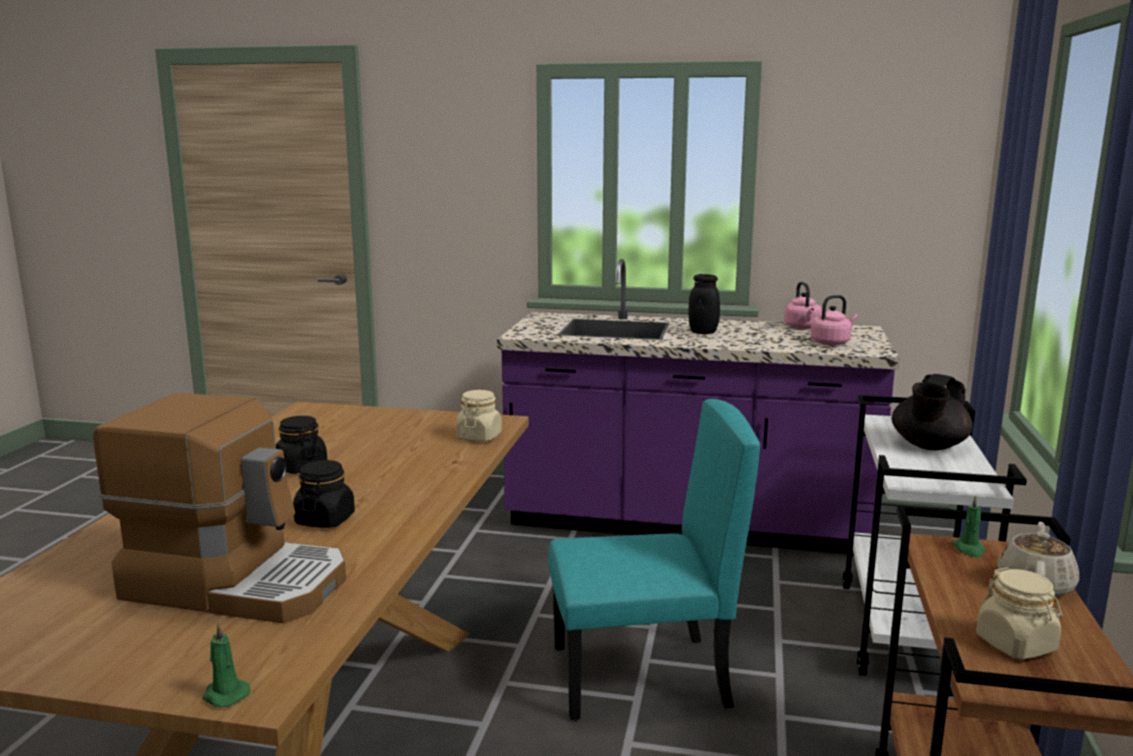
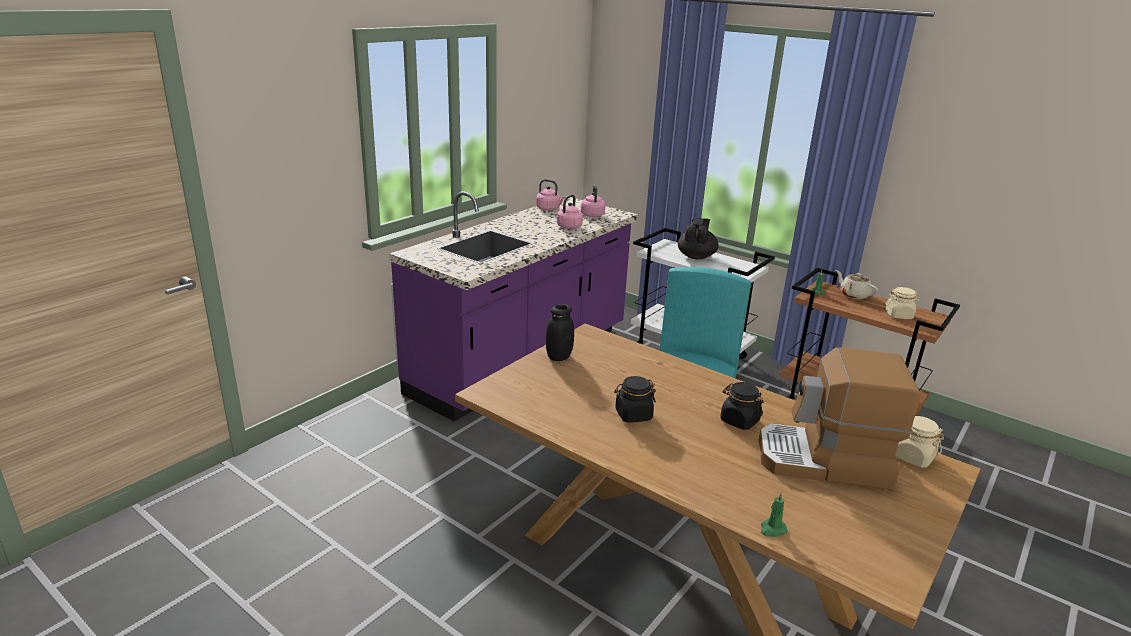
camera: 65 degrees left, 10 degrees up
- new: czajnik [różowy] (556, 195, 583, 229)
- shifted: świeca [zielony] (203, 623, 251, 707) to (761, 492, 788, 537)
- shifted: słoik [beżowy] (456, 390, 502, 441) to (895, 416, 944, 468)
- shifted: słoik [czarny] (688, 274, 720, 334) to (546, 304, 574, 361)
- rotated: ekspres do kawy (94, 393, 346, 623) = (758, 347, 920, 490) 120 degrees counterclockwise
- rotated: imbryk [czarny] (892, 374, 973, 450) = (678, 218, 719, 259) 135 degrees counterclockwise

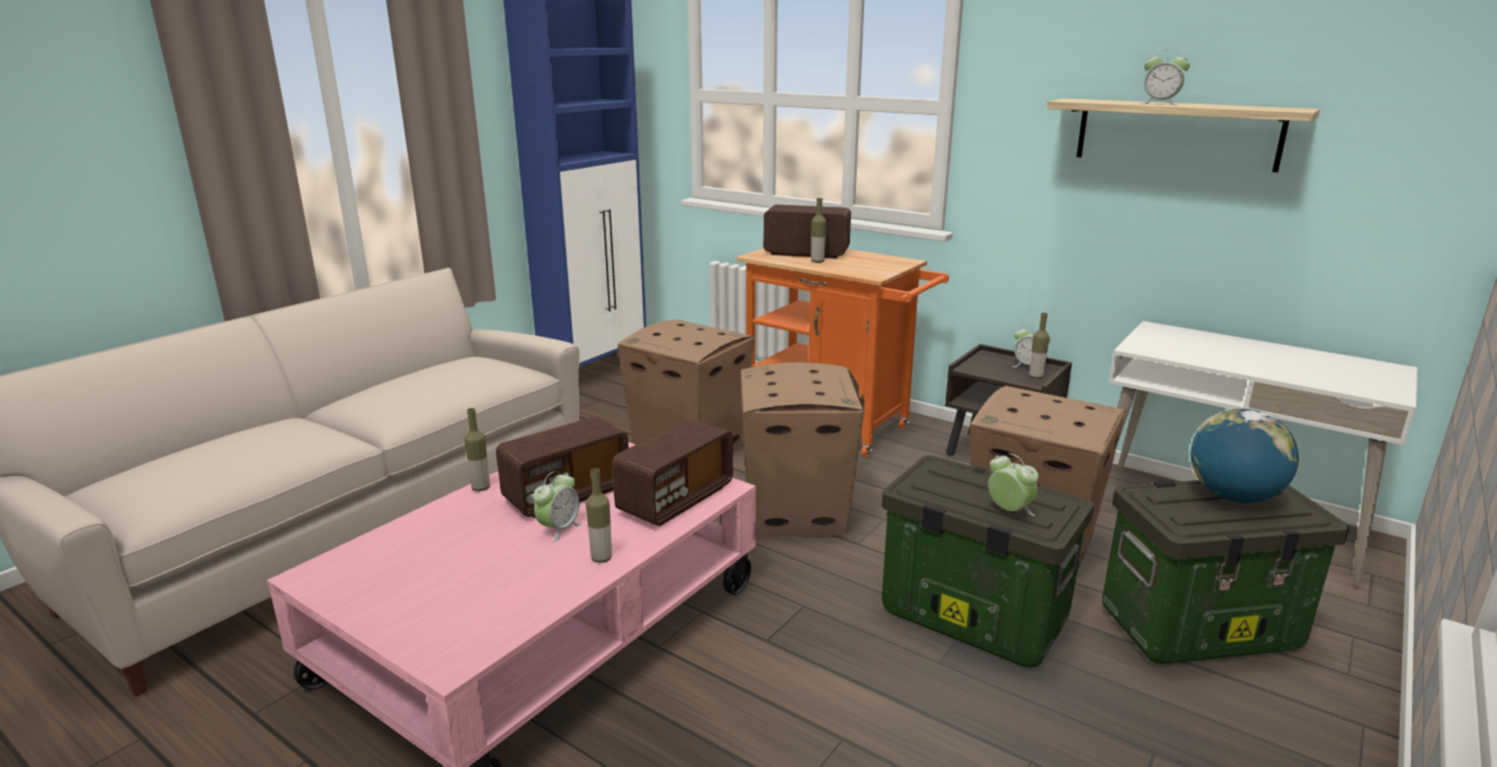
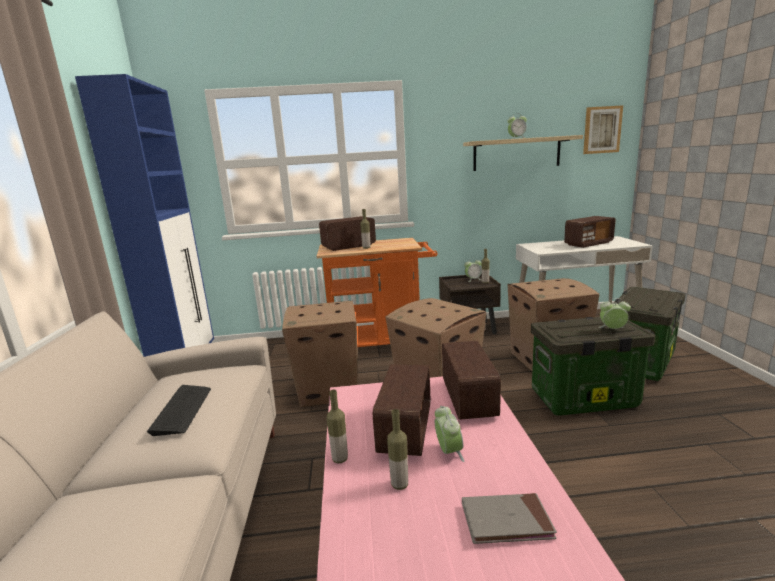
camera: 40 degrees left, 5 degrees down
- gone: globus (1190, 409, 1299, 503)
- new: klawiatura (147, 385, 211, 436)
- new: książka [szary] (462, 493, 557, 544)
- new: radio (564, 216, 615, 248)
- new: obraz (583, 105, 623, 154)
- shifted: butelka (586, 468, 612, 563) to (387, 409, 408, 490)

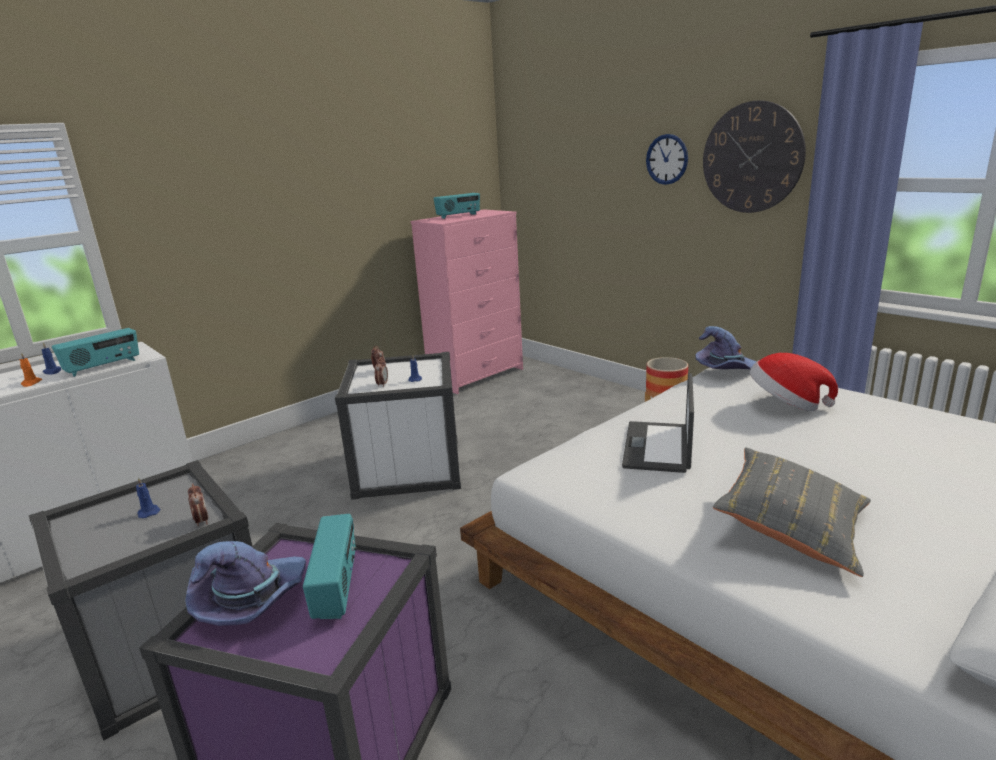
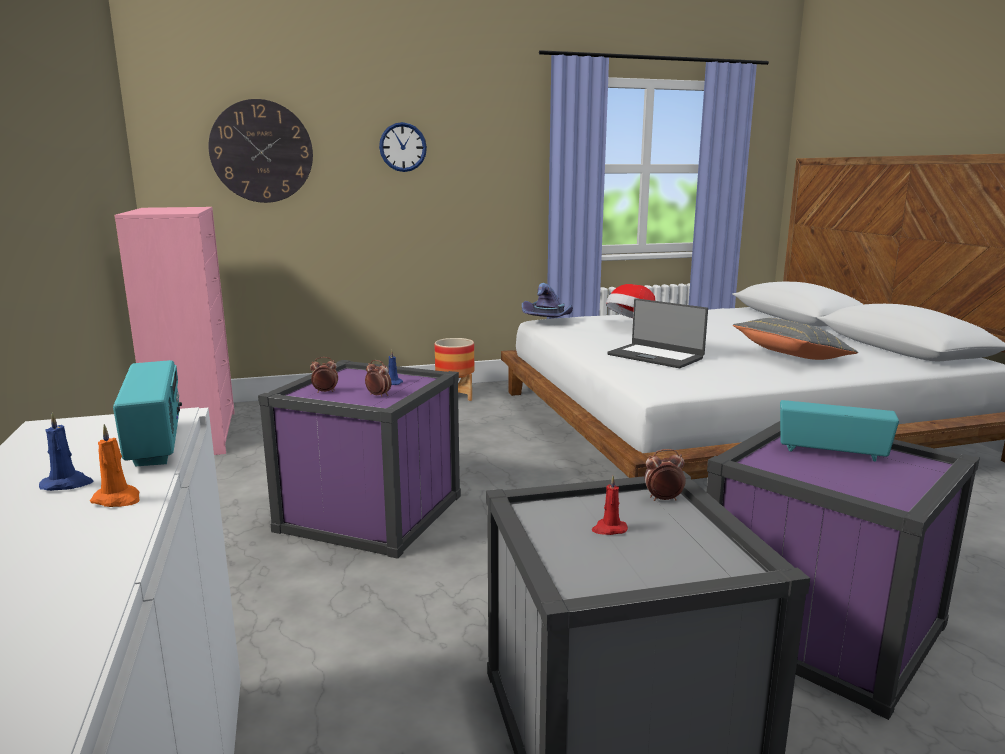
camera: 65 degrees left, 5 degrees down
- gone: kapelusz [fioletowy] (185, 541, 306, 626)
- gone: radio (433, 193, 480, 219)
- shifted: zegar ścienny (703, 100, 806, 213) to (208, 99, 313, 203)
- repainted: świeca [niebieski] (136, 478, 161, 518) to świeca [czerwony] (592, 476, 628, 535)
- repainted: pojemnik do przechowywania [biały] (335, 352, 461, 500) to pojemnik do przechowywania [fioletowy] (258, 360, 461, 559)

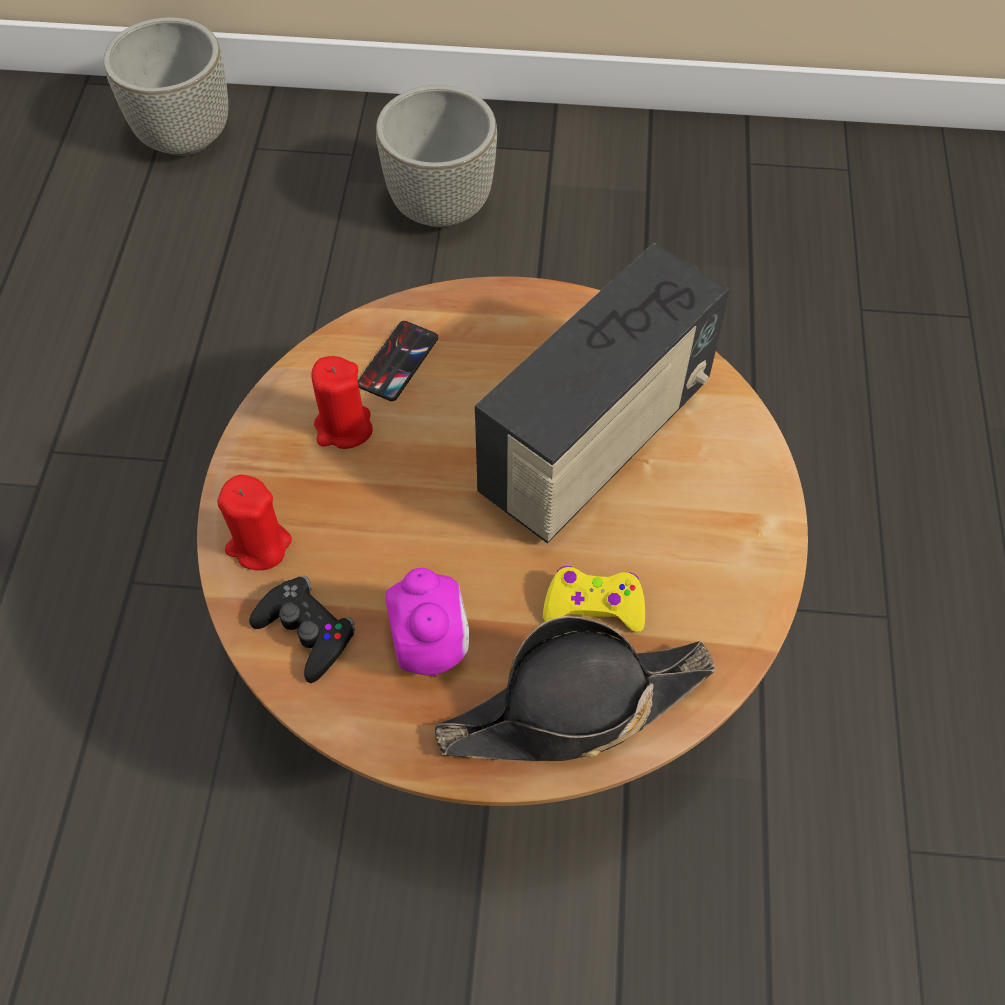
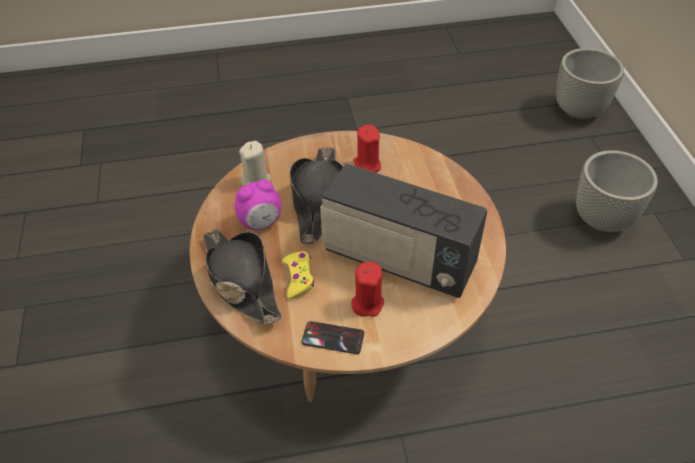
camera: 75 degrees right, 10 degrees down
- new: kapelusz [czarny] (289, 147, 344, 244)
- shifted: świeca [czerwony] (217, 475, 292, 570) to (351, 262, 384, 317)
- shifted: telefon (358, 321, 438, 401) to (302, 321, 364, 354)
- swapped: pad do gier [czarny] (249, 575, 355, 683) to świeca [beżowy] (239, 141, 271, 186)

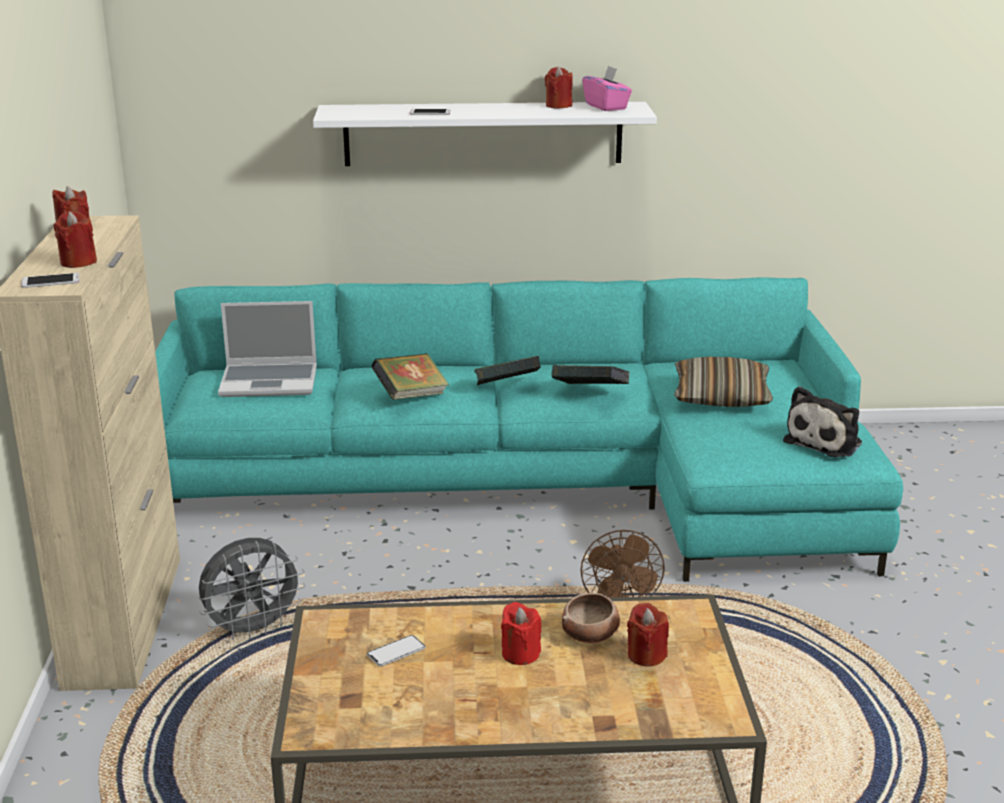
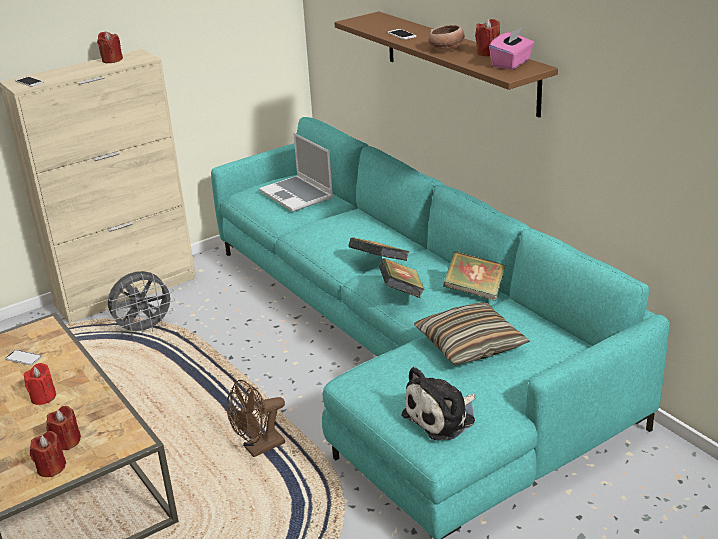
camera: 60 degrees right, 5 degrees up
- shifted: świeca [czerwony] (53, 211, 97, 268) to (30, 431, 66, 477)
- shifted: książka (371, 353, 449, 400) to (443, 251, 506, 301)
- shifted: miska (562, 593, 620, 643) to (429, 25, 465, 51)
- repainted: półka [biały] (313, 102, 657, 166) to półka [brązowy] (334, 12, 558, 118)
- rotated: wentylator [szary] (198, 538, 305, 640) = (107, 271, 175, 336) 60 degrees counterclockwise
- rotated: pluszak (783, 386, 862, 458) = (402, 367, 476, 440) 45 degrees counterclockwise

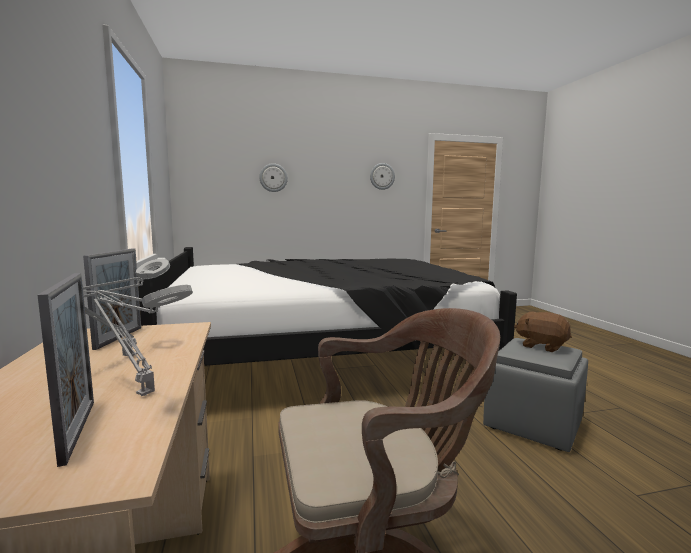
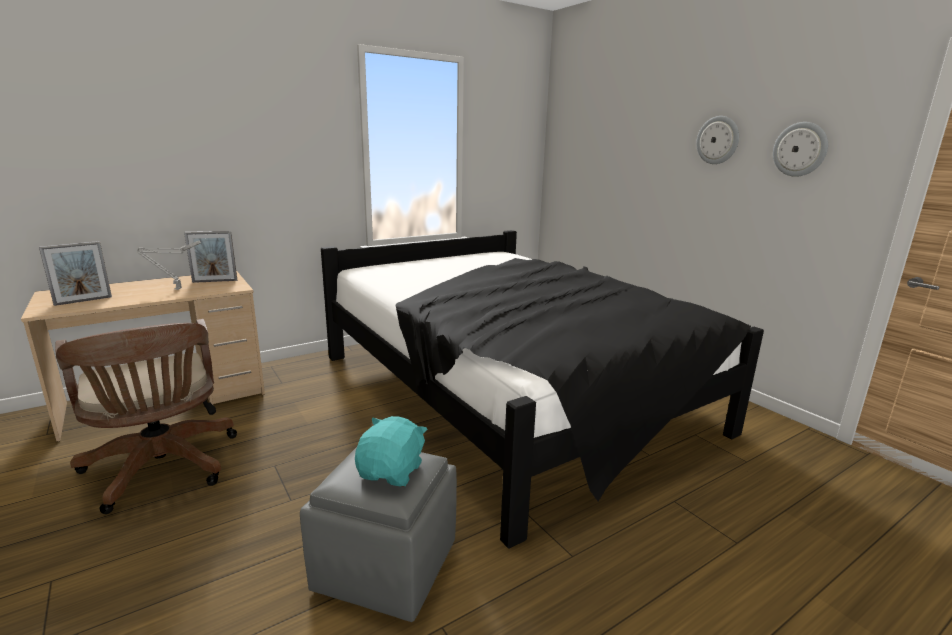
camera: 70 degrees right, 10 degrees up
- gone: lampa stołowa [szary] (93, 285, 193, 396)
- shifted: zegar ścienny (259, 163, 288, 192) to (696, 116, 739, 164)
- repainted: pluszak [brązowy] (514, 312, 572, 352) to pluszak [turkusowy] (355, 416, 427, 487)

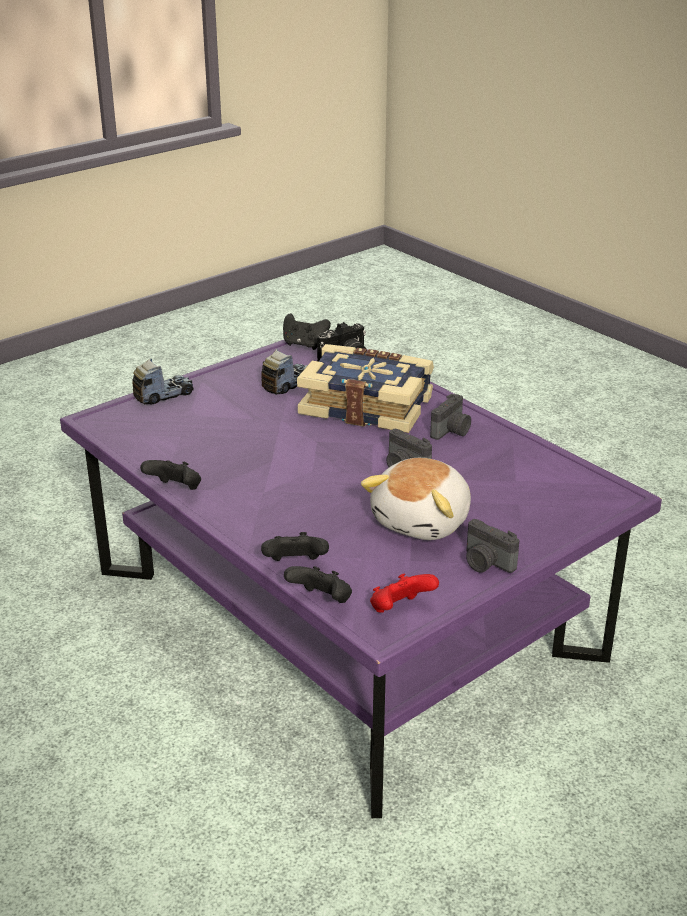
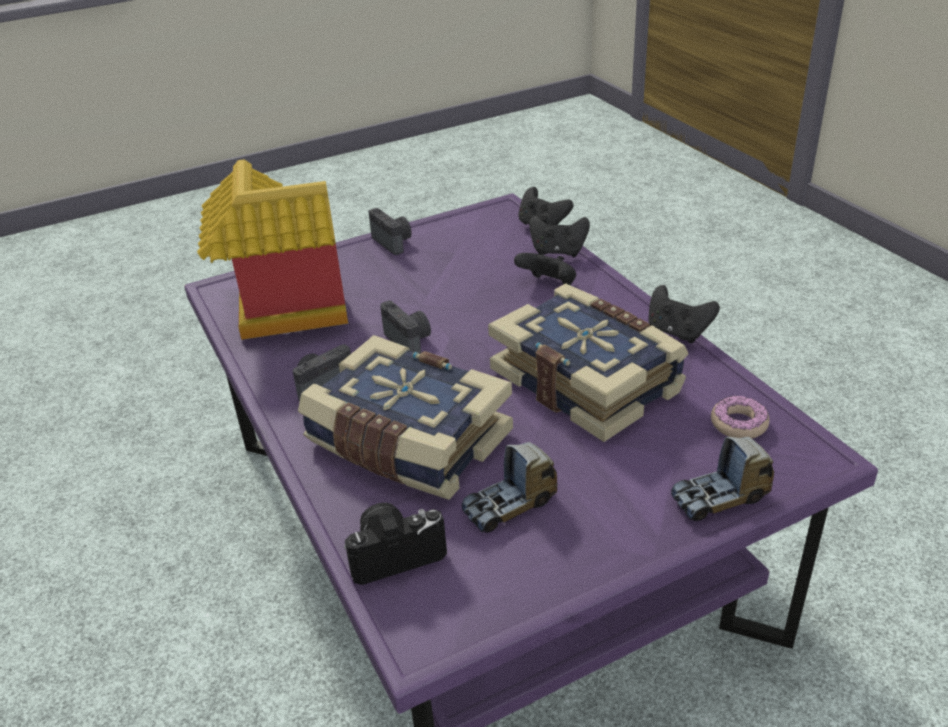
camera: 165 degrees left, 5 degrees up
- gone: pluszak (361, 458, 471, 540)
- gone: pad do gier [czerwony] (370, 574, 439, 613)
- new: domek (197, 159, 348, 340)
- new: książka (488, 283, 689, 442)
- new: donut (711, 395, 769, 439)
- shifted: pad do gier [czarny] (283, 313, 331, 350) to (514, 253, 576, 285)

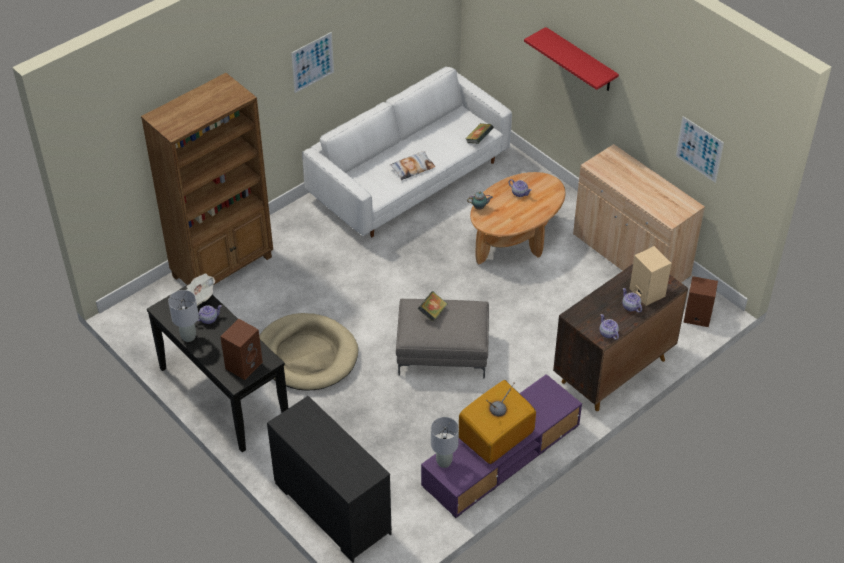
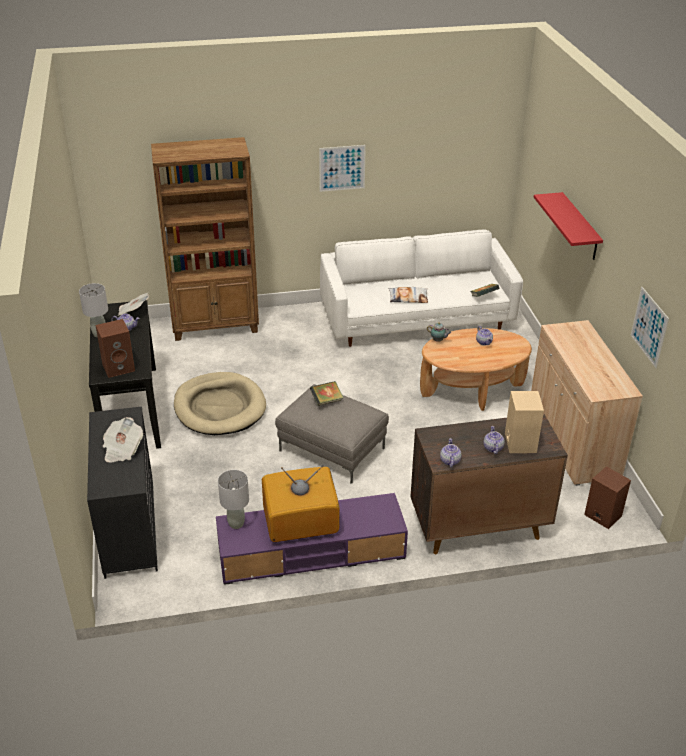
camera: 30 degrees right, 10 degrees down
- new: gazeta (103, 417, 143, 462)

